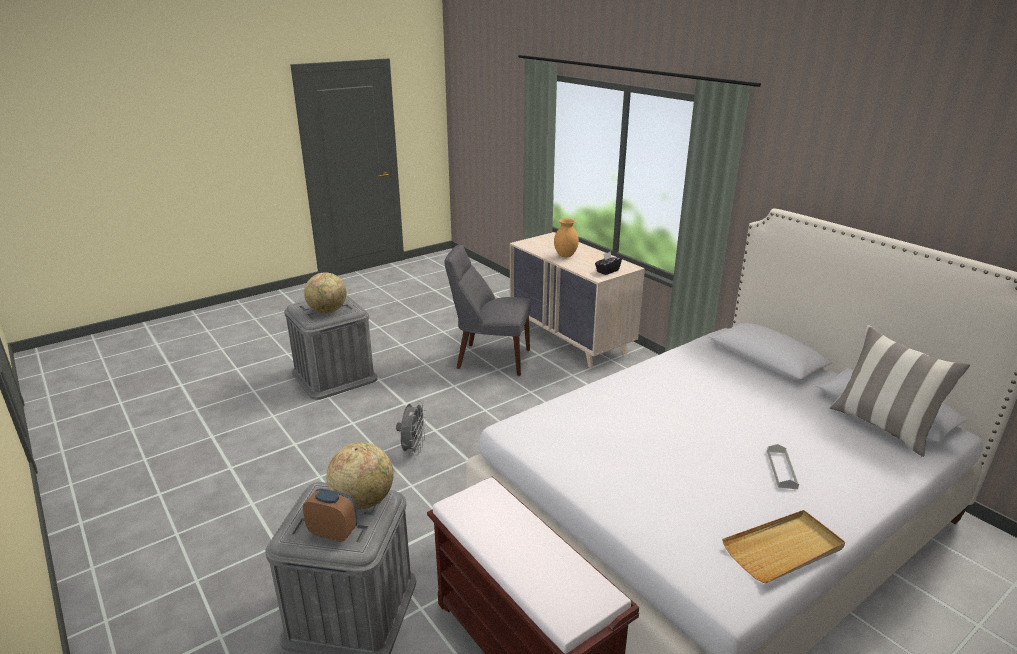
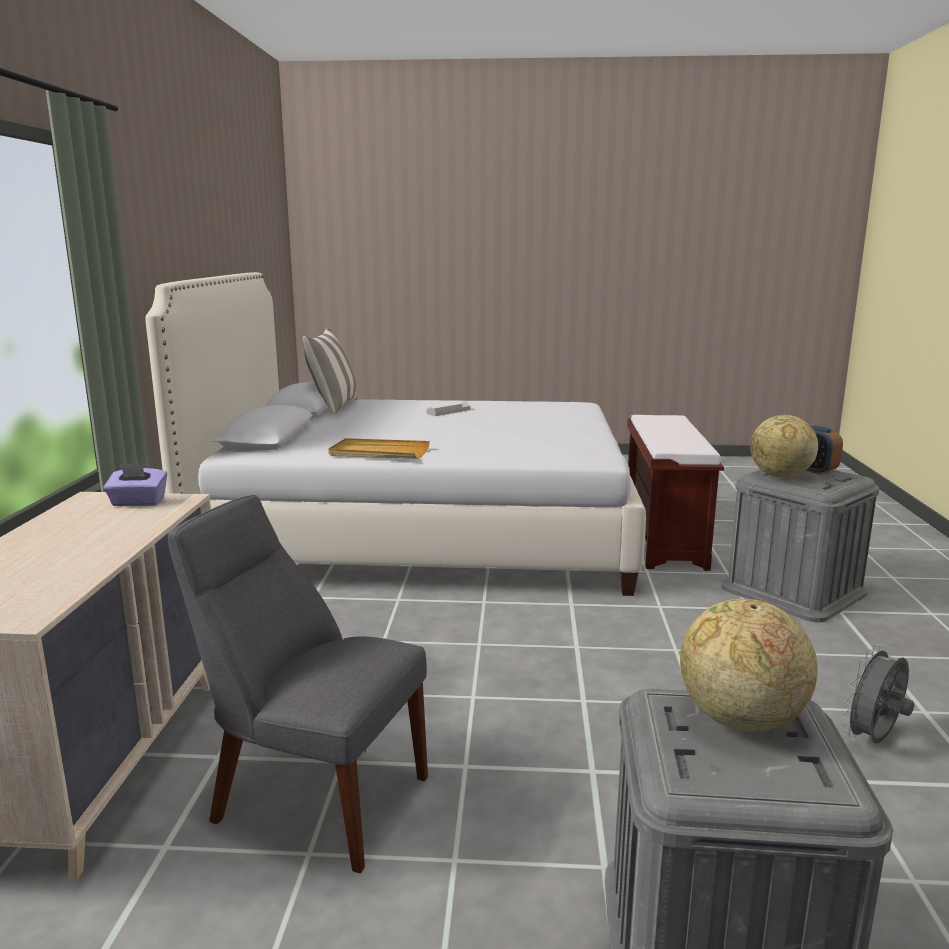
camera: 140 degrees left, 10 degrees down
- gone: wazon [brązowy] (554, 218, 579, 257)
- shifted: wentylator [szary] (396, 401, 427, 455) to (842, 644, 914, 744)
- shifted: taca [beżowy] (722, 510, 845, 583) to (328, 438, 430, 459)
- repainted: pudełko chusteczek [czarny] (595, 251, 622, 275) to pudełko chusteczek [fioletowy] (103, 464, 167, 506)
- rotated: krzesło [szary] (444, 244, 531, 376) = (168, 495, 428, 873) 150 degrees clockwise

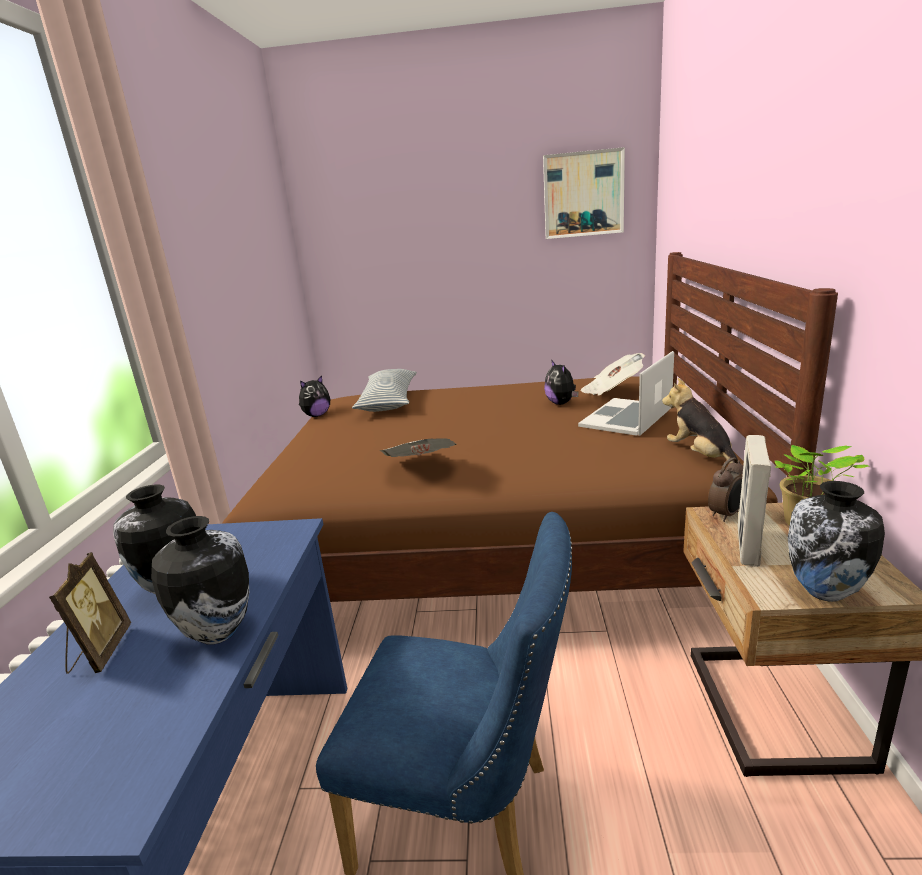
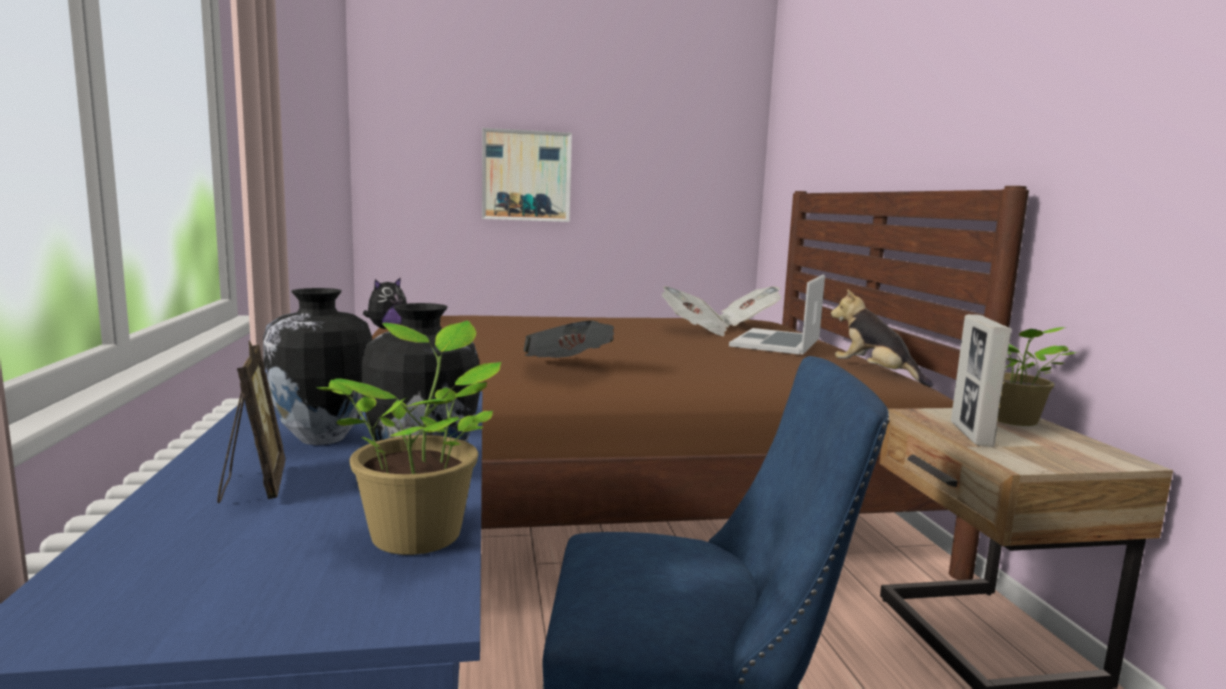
camera: 15 degrees left, 10 degrees down
- gone: poduszka (352, 369, 417, 412)
- gone: budzik (708, 458, 743, 522)
- gone: wazon (788, 481, 885, 602)
- new: roślina doniczkowa (316, 320, 502, 555)
- shifted: obraz (543, 147, 625, 239) to (482, 128, 572, 222)
- swapped: pluszak (544, 360, 579, 405) to gazeta (661, 286, 729, 336)

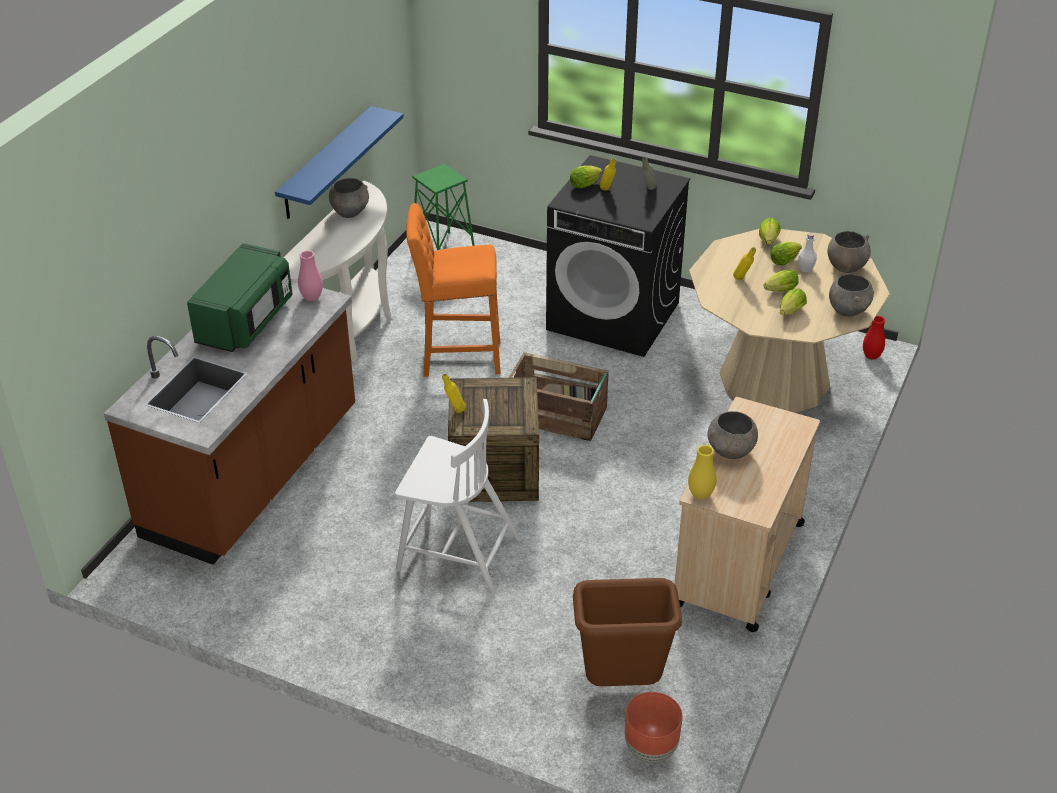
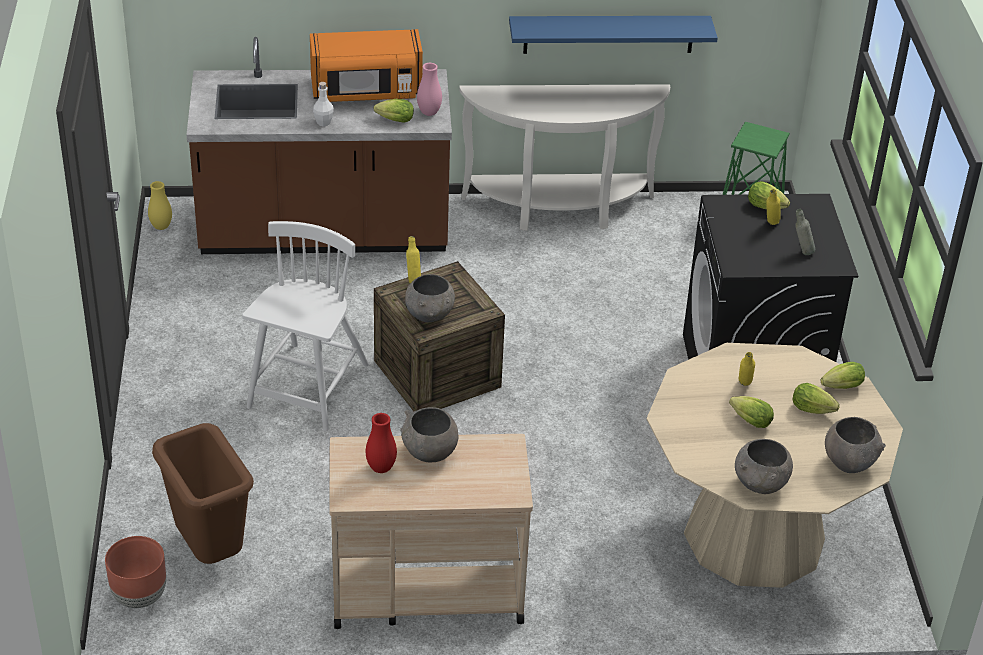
camera: 60 degrees right, 0 degrees up
- gone: stołek [pomarańczowy] (406, 203, 500, 377)
- gone: skrzynka (509, 352, 609, 441)
- shifted: miska [szary] (329, 178, 369, 218) to (405, 274, 455, 322)
- shifted: wazon [żółty] (688, 445, 717, 499) to (148, 181, 172, 230)
- shifted: sałata (780, 289, 807, 315) to (374, 99, 414, 123)
- shifted: butelka [biały] (798, 232, 817, 272) to (313, 82, 334, 126)
- shifted: wazon [czerwony] (863, 316, 885, 359) to (366, 413, 397, 473)
- repainted: mikrofalówka [zielony] (187, 243, 293, 352) to mikrofalówka [pomarańczowy] (310, 29, 423, 102)
- rotated: krzesło [biały] (395, 399, 521, 595) = (242, 221, 369, 431) 150 degrees counterclockwise

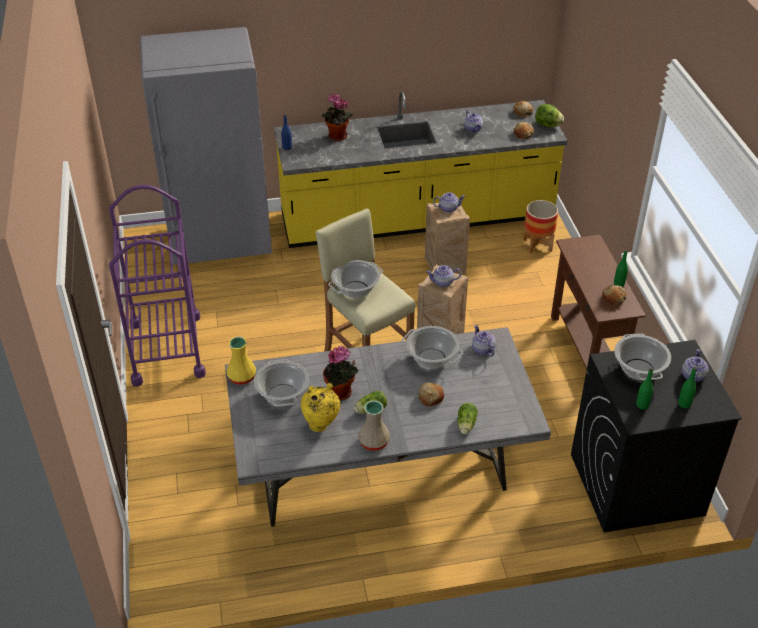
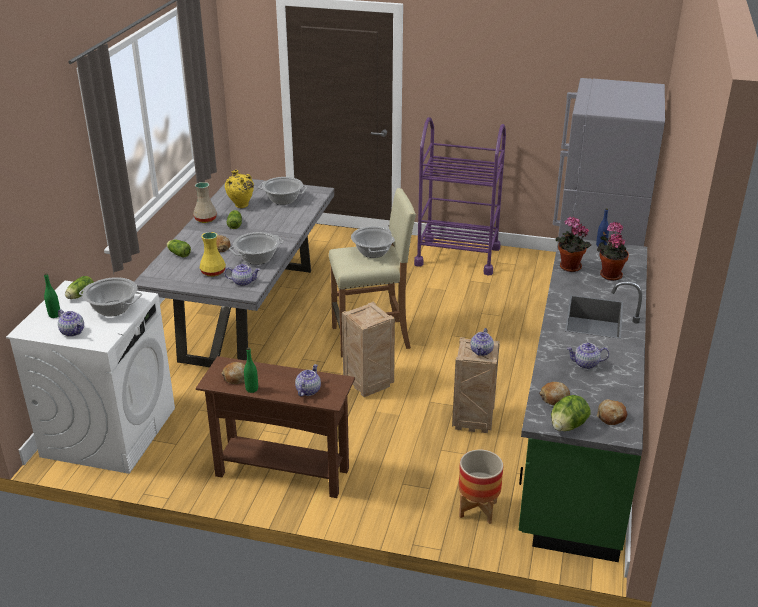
camera: 115 degrees right, 10 degrees down
- shifted: wazon [żółty] (227, 337, 256, 385) to (200, 232, 226, 277)
- shifted: roślina doniczkowa (323, 345, 358, 400) to (555, 217, 591, 272)
- shifted: imbryk (426, 265, 461, 287) to (295, 364, 321, 396)
- swapped: butelka [zielony] (636, 368, 653, 410) to sałata (65, 276, 94, 299)
- repainted: zabudowa kuchenna [żółty] (274, 91, 568, 248) to zabudowa kuchenna [zielony] (518, 237, 647, 562)
- repainted: pralka [czarny] (571, 340, 742, 532) to pralka [biały] (6, 281, 175, 474)

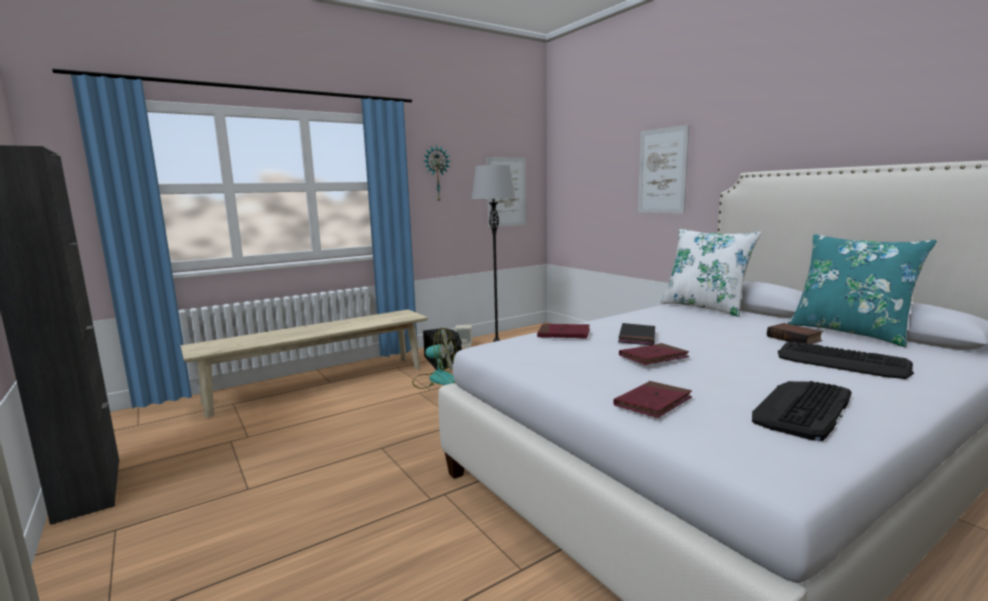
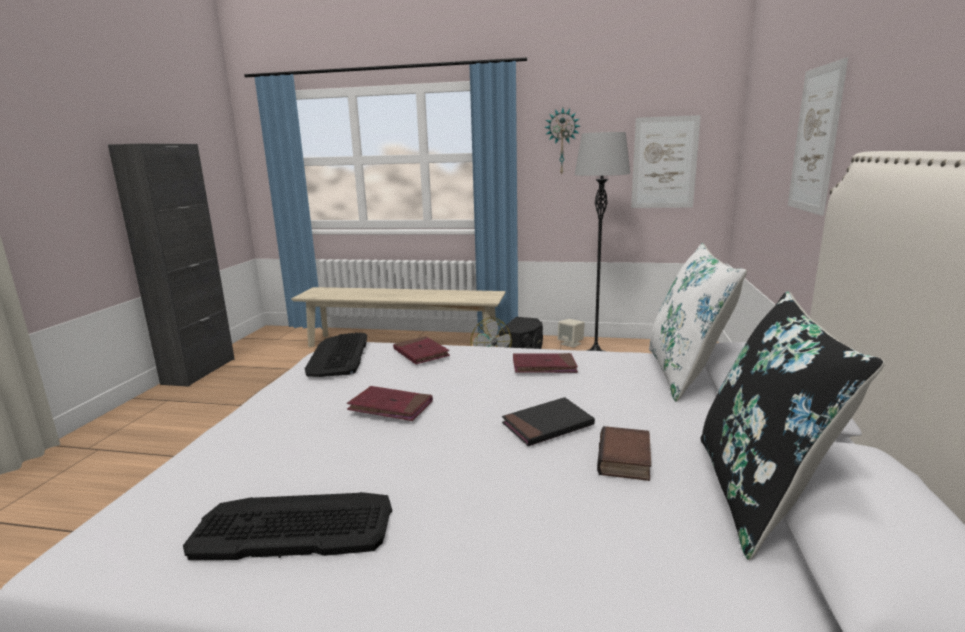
camera: 45 degrees right, 5 degrees up
- shifted: książka [czerwony] (613, 381, 692, 418) to (513, 353, 578, 373)
- shifted: książka [czarny] (618, 323, 655, 345) to (502, 397, 595, 446)
- shifted: klawiatura (778, 342, 914, 379) to (305, 333, 367, 377)
- repainted: poduszka [turkusowy] (788, 234, 937, 347) to poduszka [czarny] (700, 291, 885, 560)

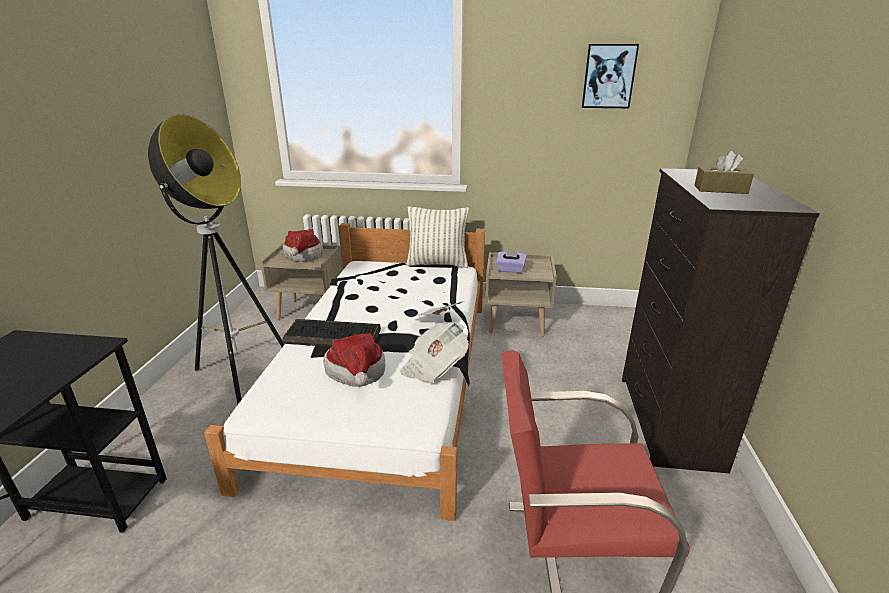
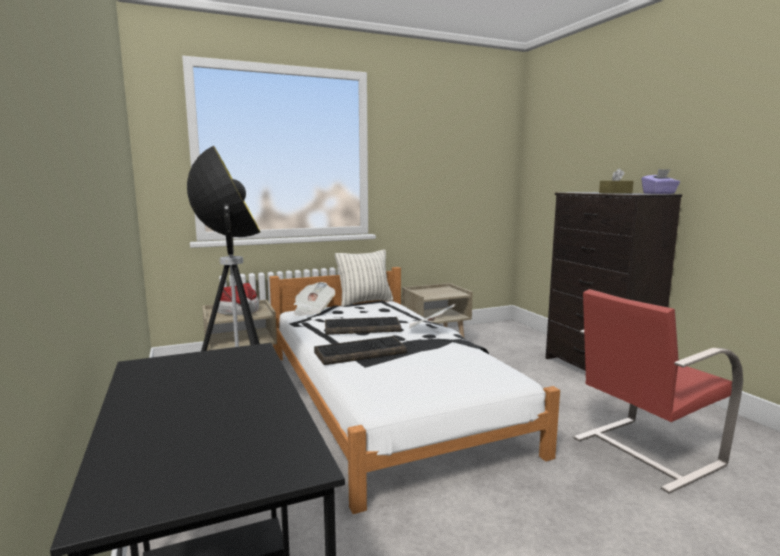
camera: 30 degrees left, 15 degrees down
- gone: kapelusz (323, 333, 385, 387)
- gone: obraz (582, 44, 639, 108)
- new: klawiatura (325, 317, 401, 335)
- shifted: gazeta (400, 322, 469, 383) to (293, 282, 335, 316)
- shifted: pudełko chusteczek [fioletowy] (496, 250, 527, 273) to (642, 169, 680, 194)

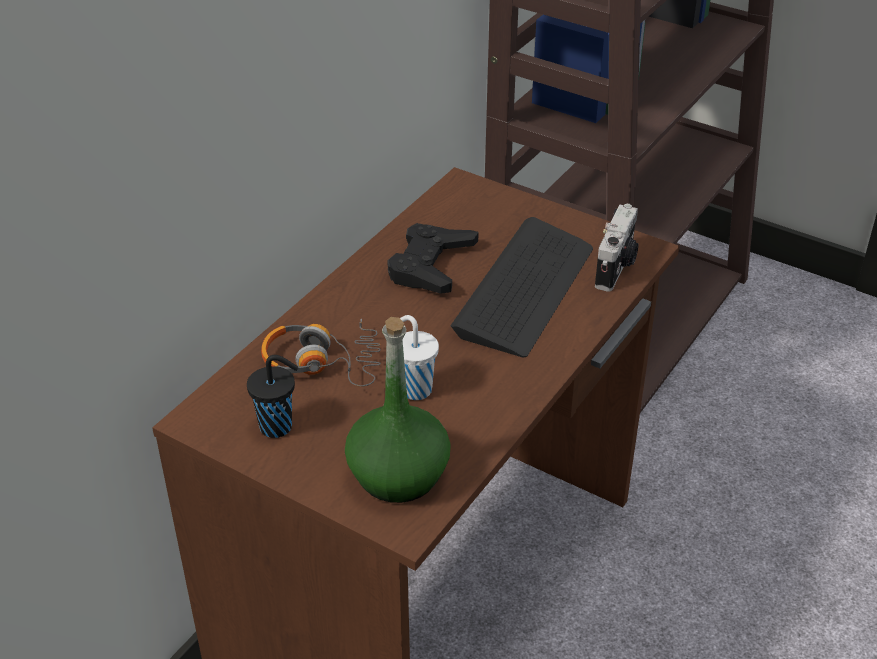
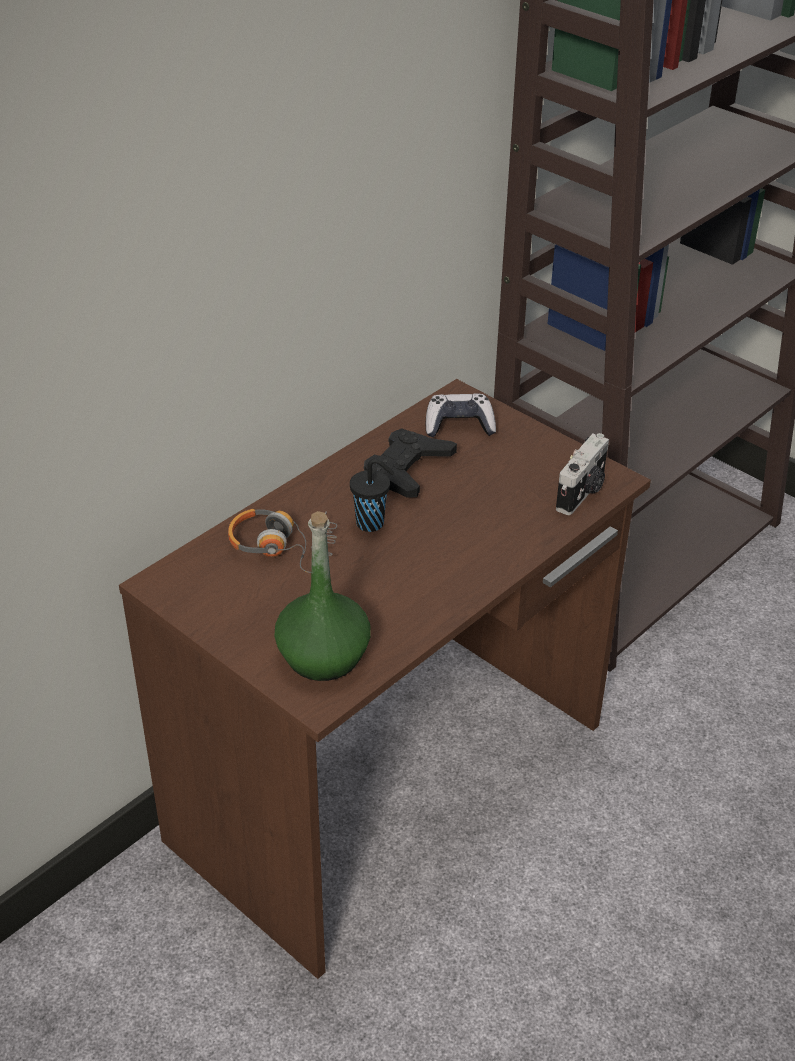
camera: 10 degrees right, 0 degrees up
- gone: filiżanka [biały] (400, 315, 439, 400)
- gone: klawiatura (451, 217, 593, 357)
- new: pad do gier (426, 393, 496, 437)
- shifted: filiżanka [czarny] (247, 355, 298, 438) to (350, 459, 394, 532)

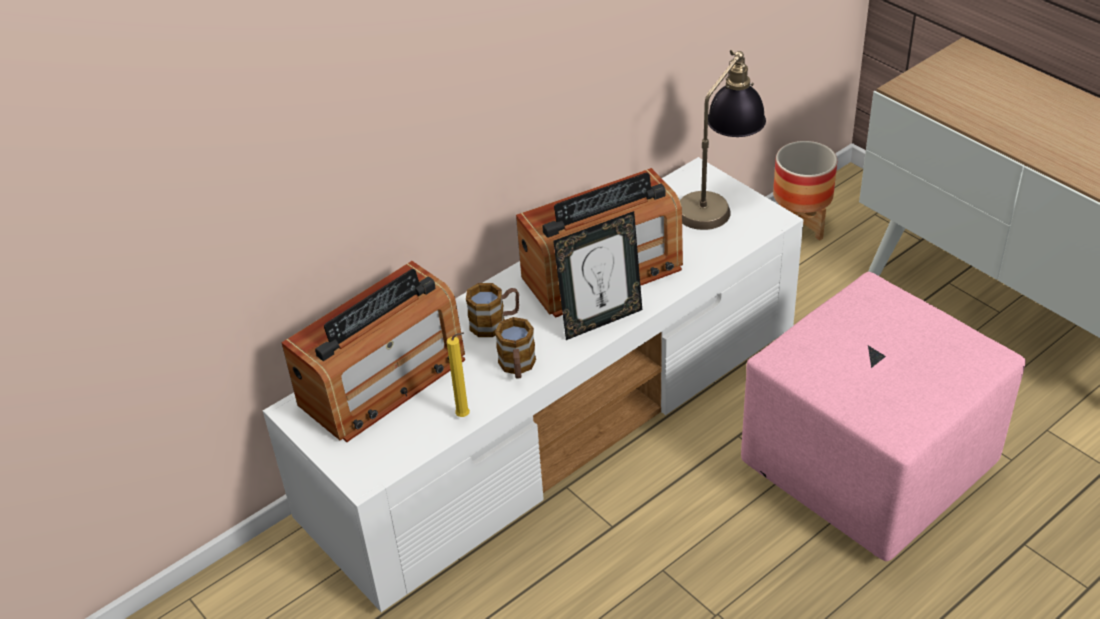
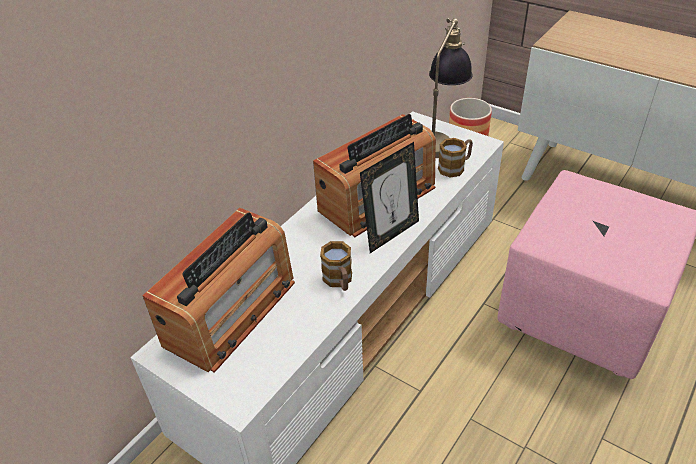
camera: 15 degrees left, 0 degrees up
- gone: świeca [żółty] (447, 332, 470, 417)
- shifted: kubek (466, 283, 519, 337) to (438, 138, 473, 177)

